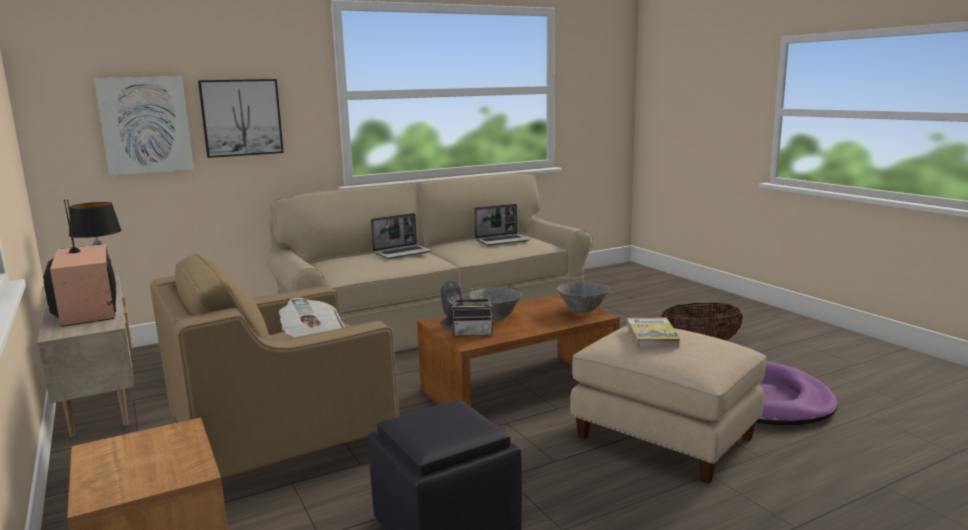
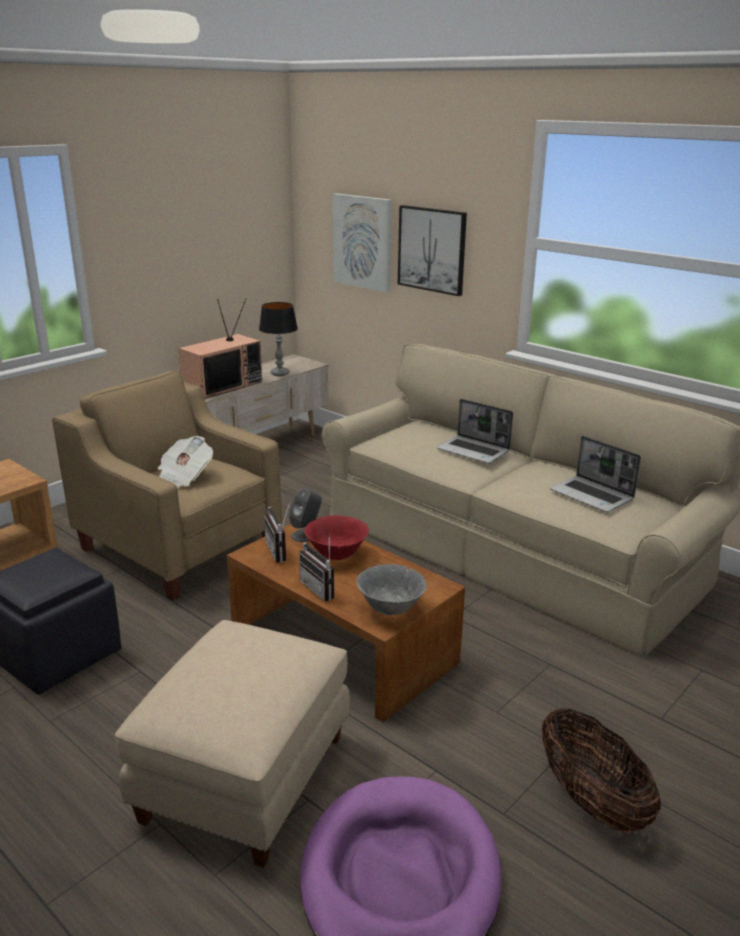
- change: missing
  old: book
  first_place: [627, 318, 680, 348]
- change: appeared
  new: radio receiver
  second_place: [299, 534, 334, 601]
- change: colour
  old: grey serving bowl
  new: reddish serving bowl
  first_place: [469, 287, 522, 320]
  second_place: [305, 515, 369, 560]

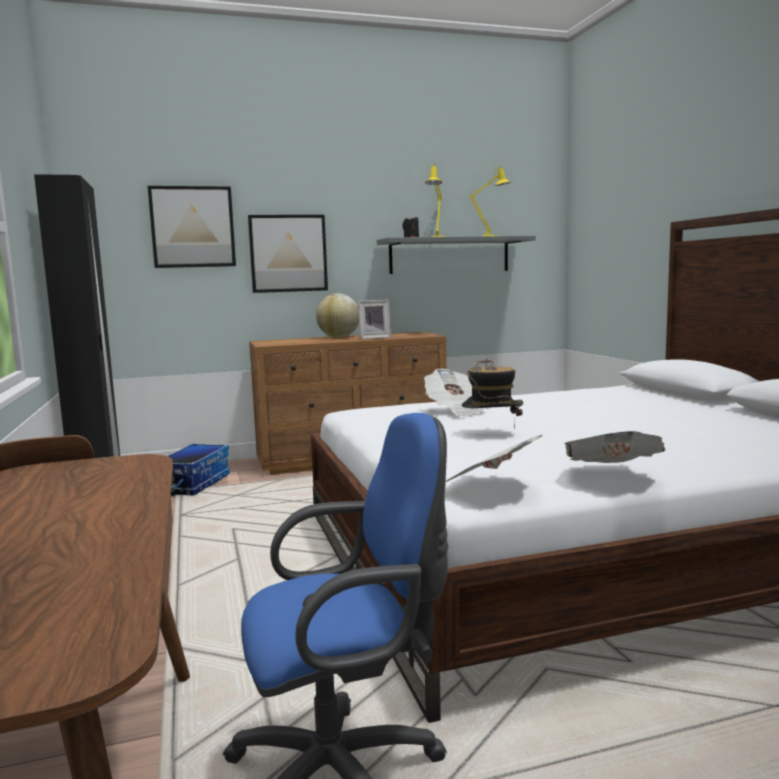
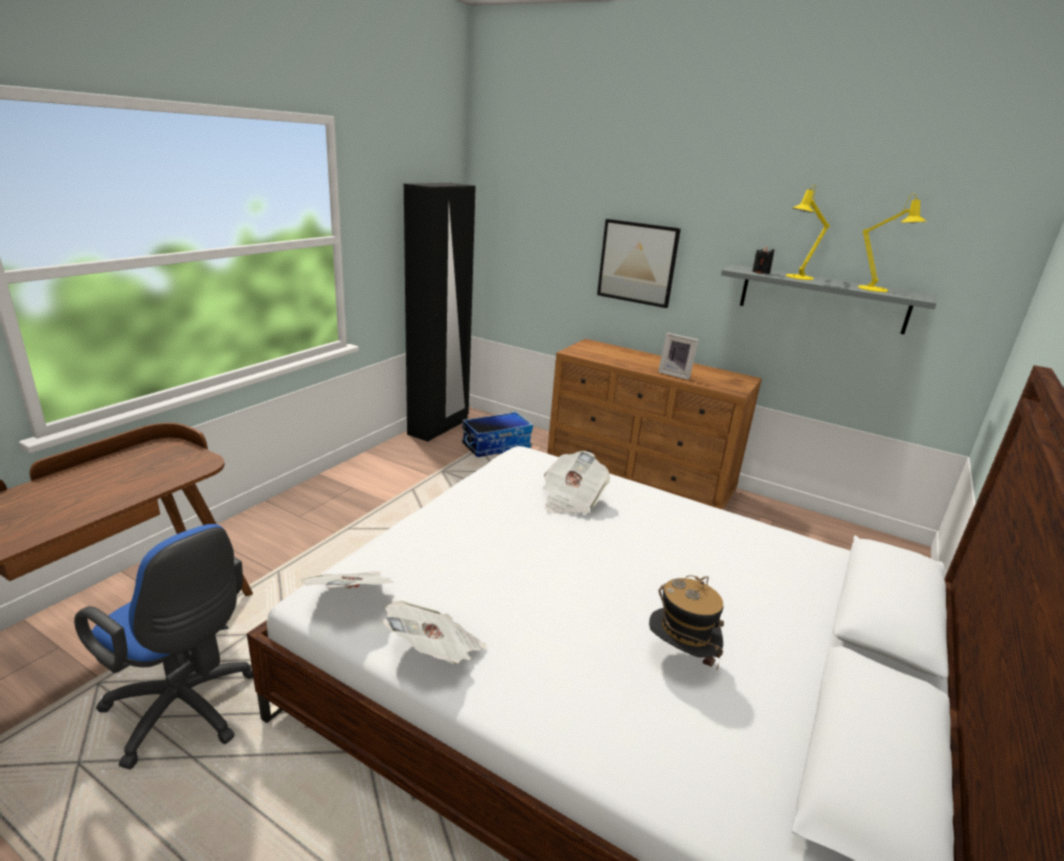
- change: missing
  old: picture
  first_place: [148, 186, 236, 268]
- change: missing
  old: world globe
  first_place: [316, 293, 359, 338]
- change: relocated
  old: clothing hat
  first_place: [462, 359, 523, 429]
  second_place: [649, 575, 724, 669]

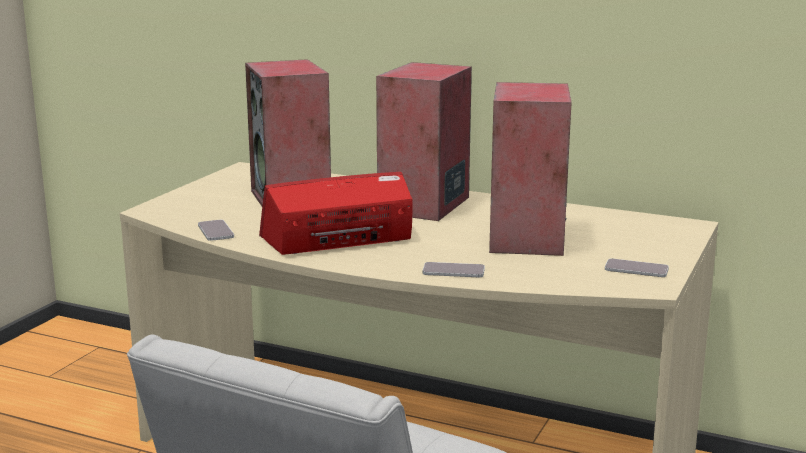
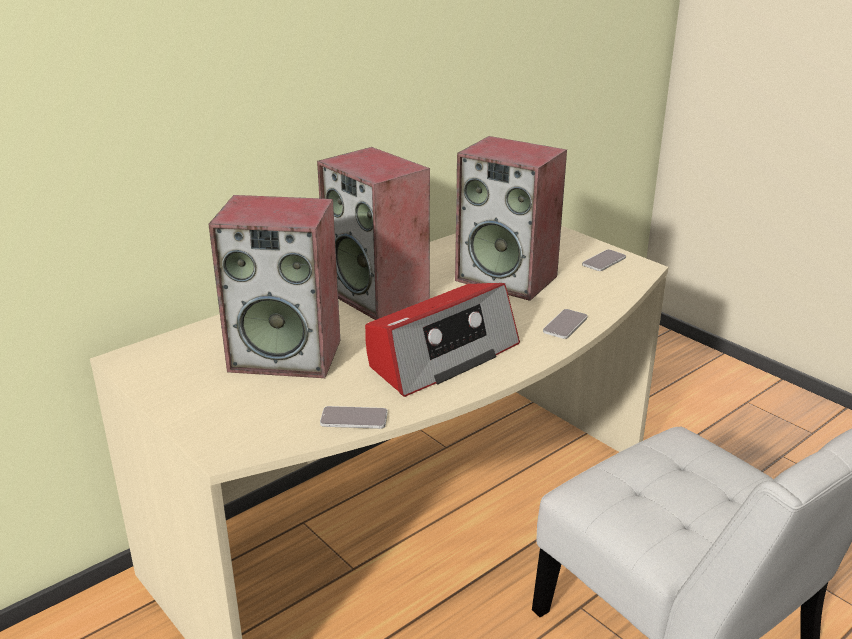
- change: spun
  old: radio receiver
  first_place: [259, 172, 412, 255]
  second_place: [365, 283, 520, 397]
  degrees: -135

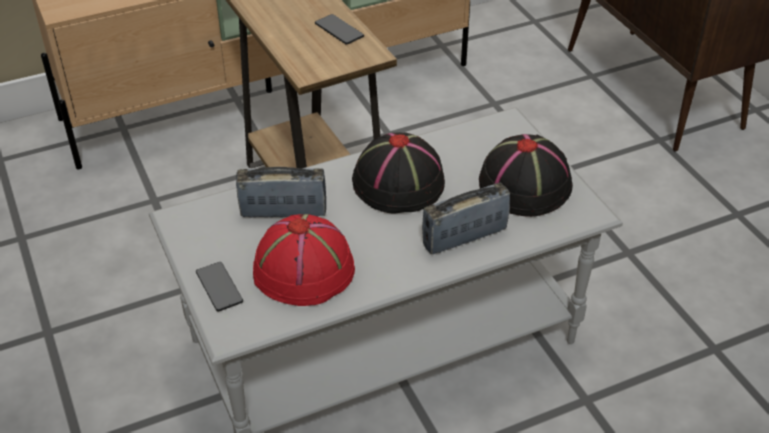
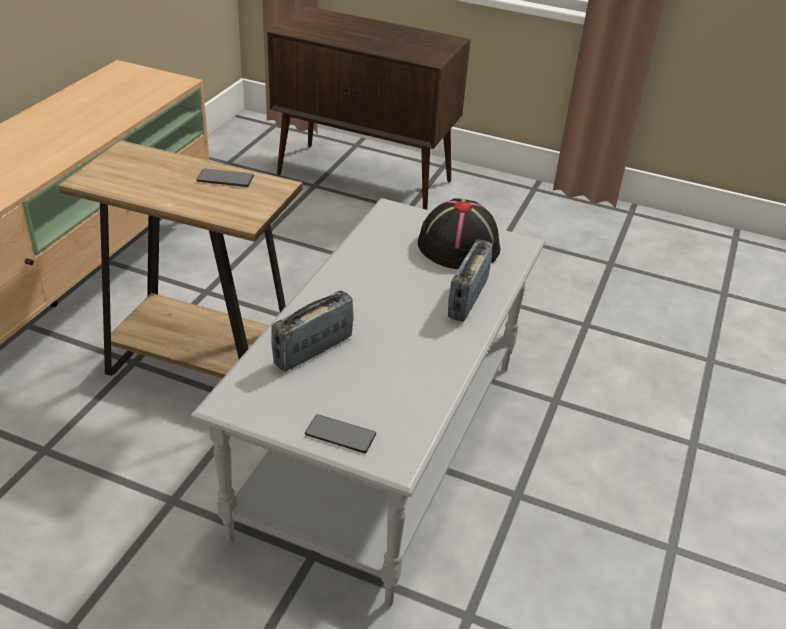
- change: missing
  old: reddish clothing hat
  first_place: [253, 214, 355, 306]
- change: missing
  old: black-coloured clothing hat
  first_place: [352, 132, 445, 213]

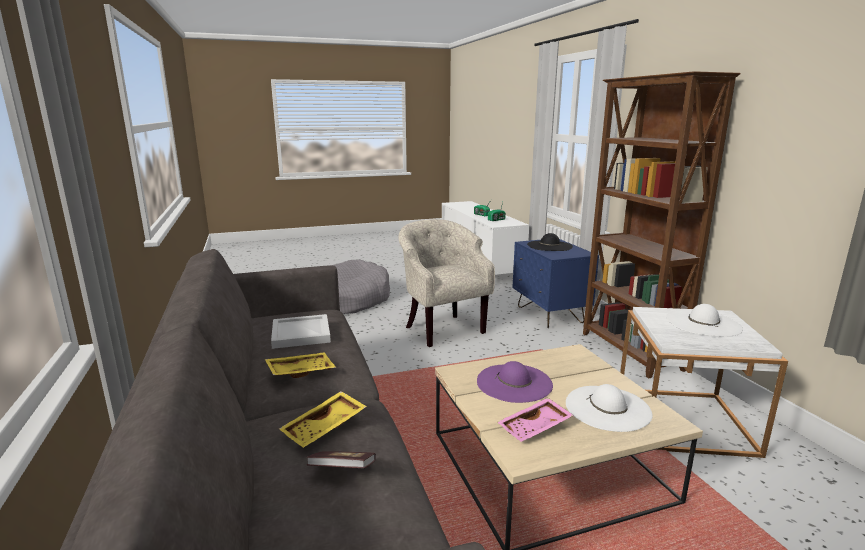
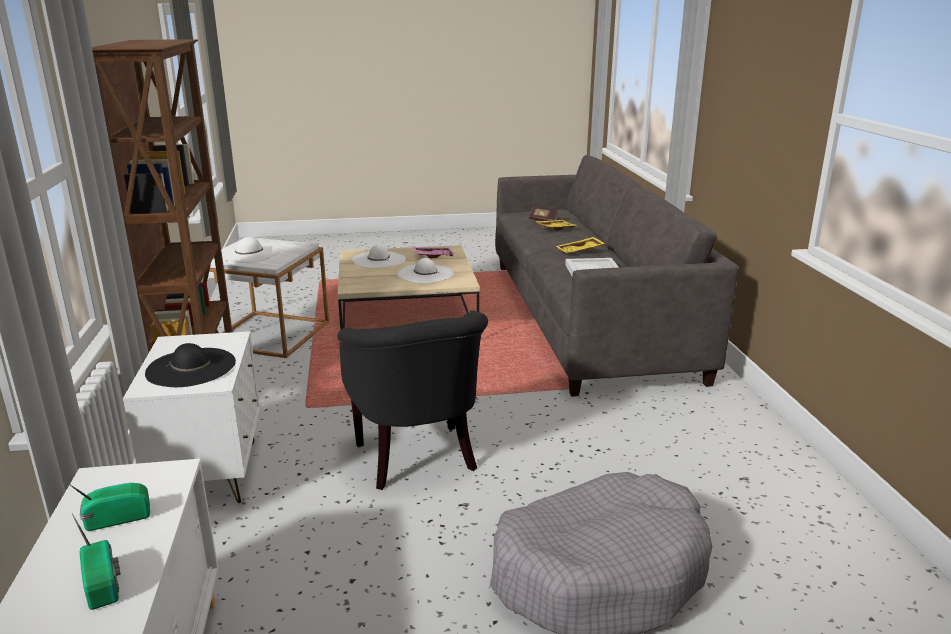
- change: colour
  old: beige-coloured lounge chair
  new: black-coloured lounge chair
  first_place: [398, 219, 495, 347]
  second_place: [337, 311, 488, 490]
- change: colour
  old: purplish clothing hat
  new: white-coloured clothing hat
  first_place: [477, 361, 553, 403]
  second_place: [397, 258, 454, 283]
- change: colour
  old: bluish nightstand
  new: white-coloured nightstand
  first_place: [512, 239, 599, 328]
  second_place: [123, 331, 260, 503]

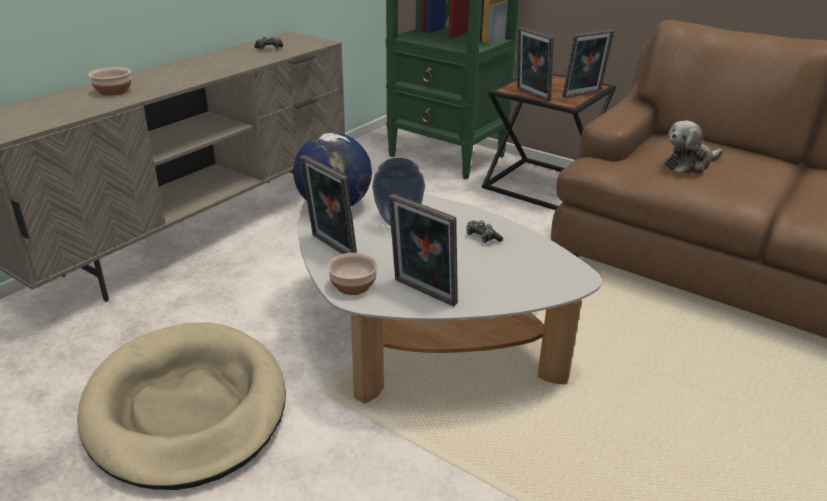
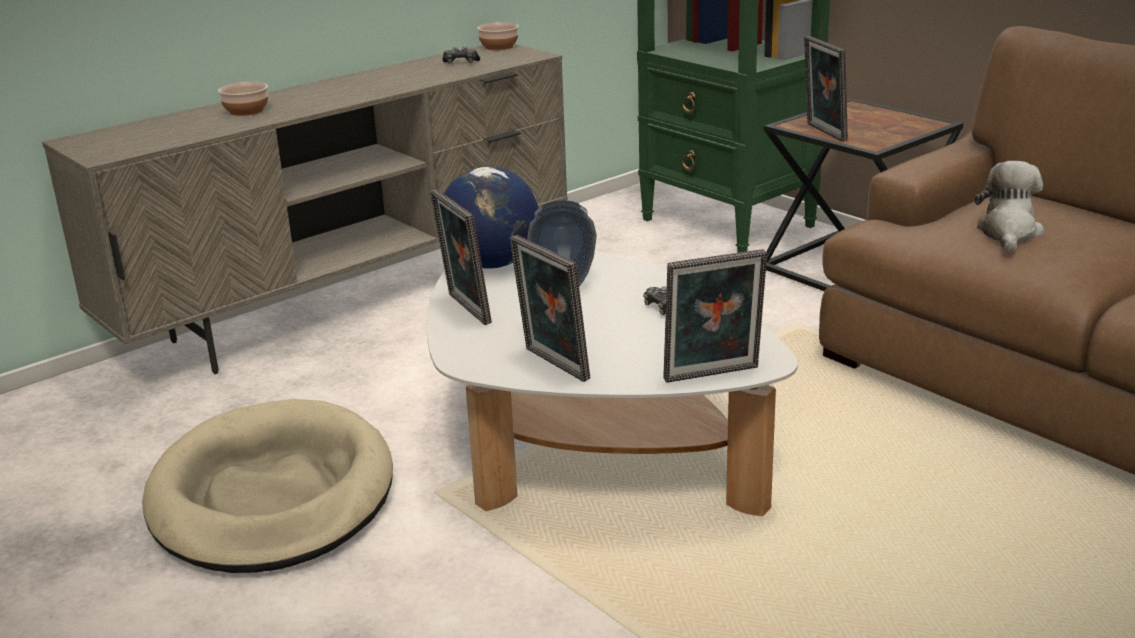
- change: relocated
  old: serving bowl
  first_place: [327, 253, 378, 295]
  second_place: [477, 22, 519, 50]
- change: relocated
  old: picture frame
  first_place: [562, 30, 614, 98]
  second_place: [663, 249, 767, 383]
- change: spun
  old: soft toy
  first_place: [664, 121, 723, 174]
  second_place: [975, 161, 1044, 251]
  degrees: 120

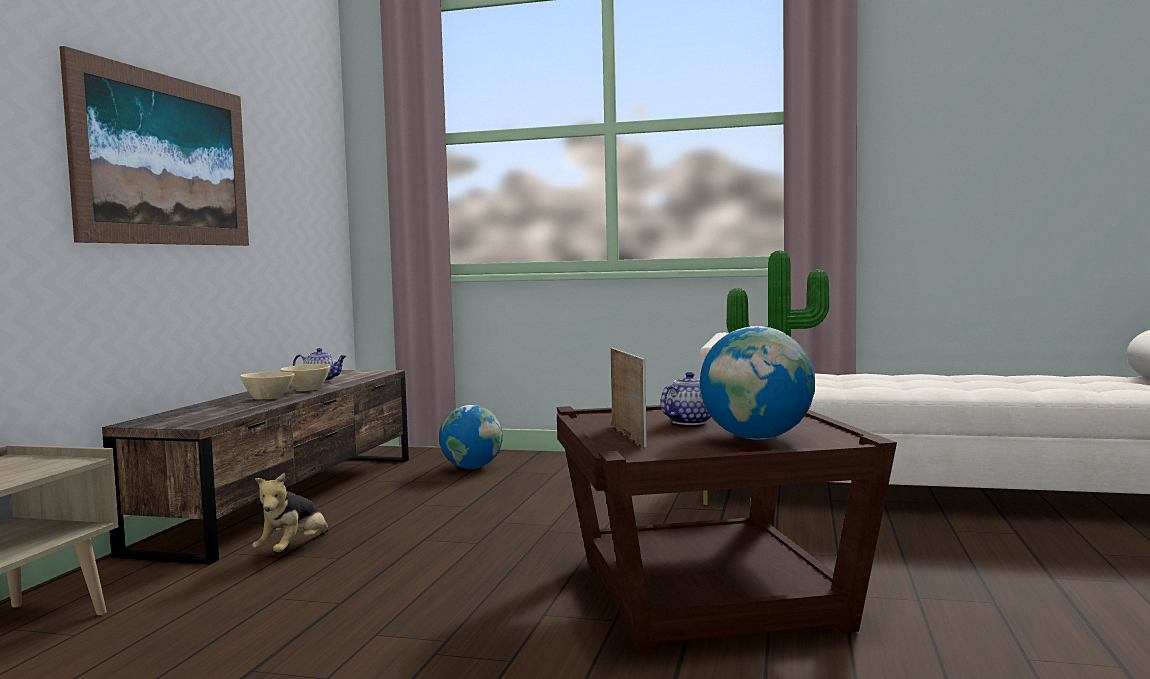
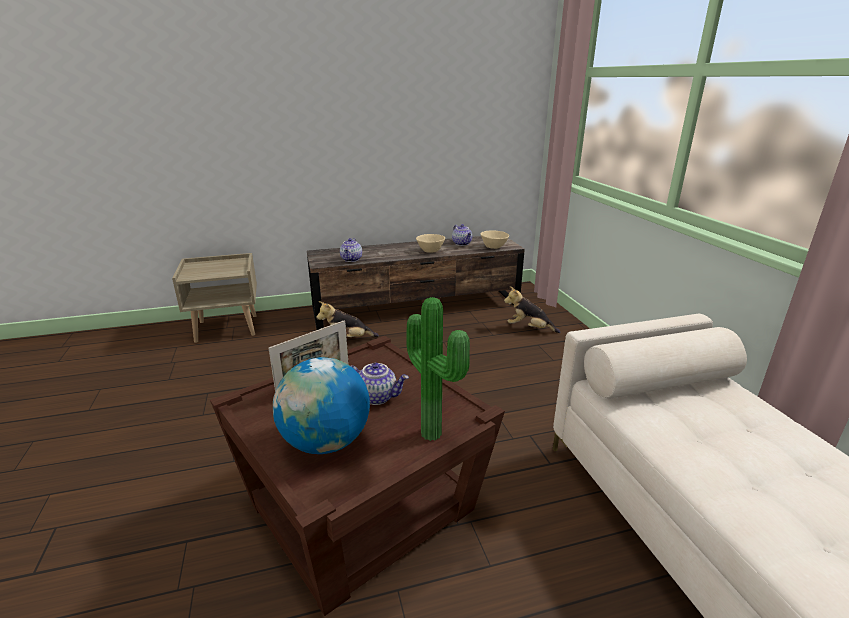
- change: missing
  old: picture
  first_place: [59, 46, 249, 246]
- change: appeared
  new: teapot
  second_place: [340, 238, 362, 262]
- change: relocated
  old: beige-coloured serving bowl
  first_place: [240, 372, 295, 400]
  second_place: [481, 230, 509, 249]
- change: exchanged
  old: world globe
  new: soft toy
  first_place: [439, 405, 503, 469]
  second_place: [504, 286, 561, 333]

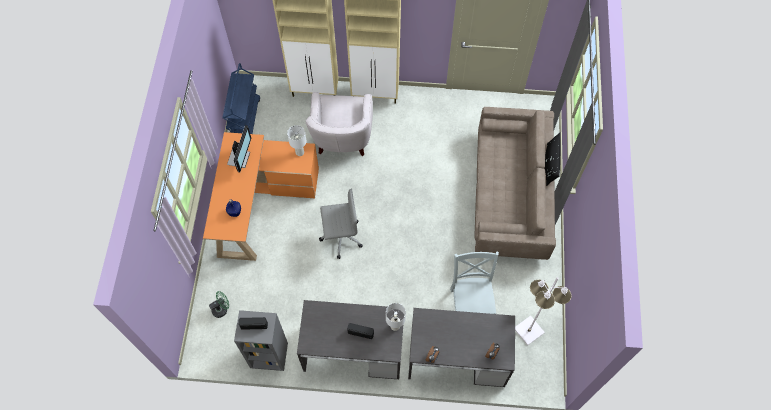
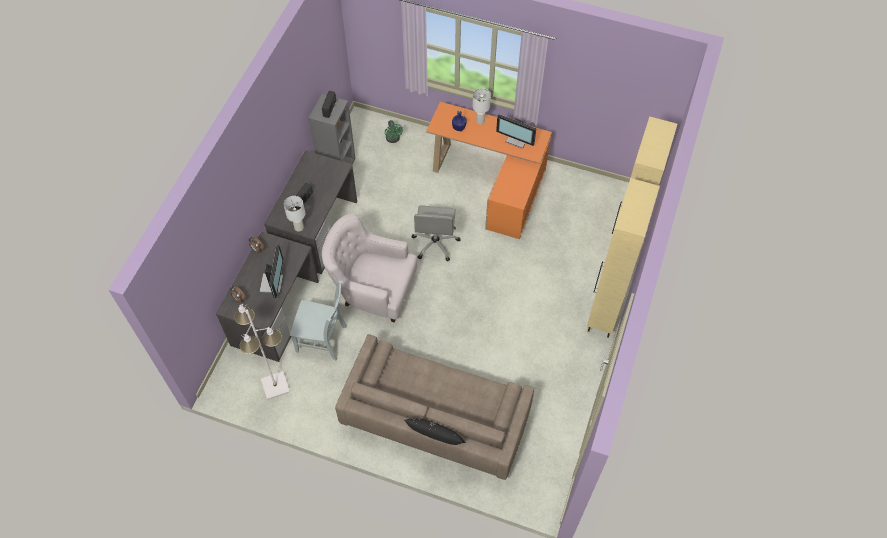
- change: missing
  old: bluish trolley
  first_place: [222, 63, 260, 134]
- change: appeared
  new: computer display
  second_place: [260, 245, 284, 298]
- change: relocated
  old: white-coloured table lamp
  first_place: [287, 125, 307, 156]
  second_place: [472, 88, 491, 124]
- change: relocated
  old: white-coloured lounge chair
  first_place: [305, 92, 373, 156]
  second_place: [322, 213, 418, 323]

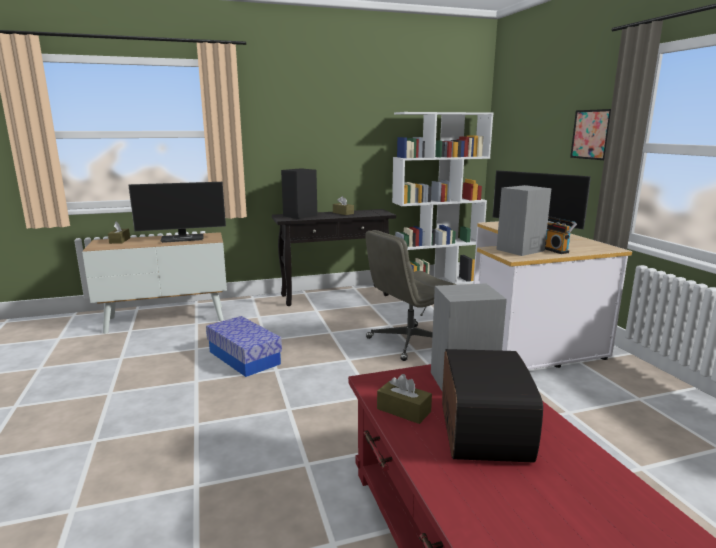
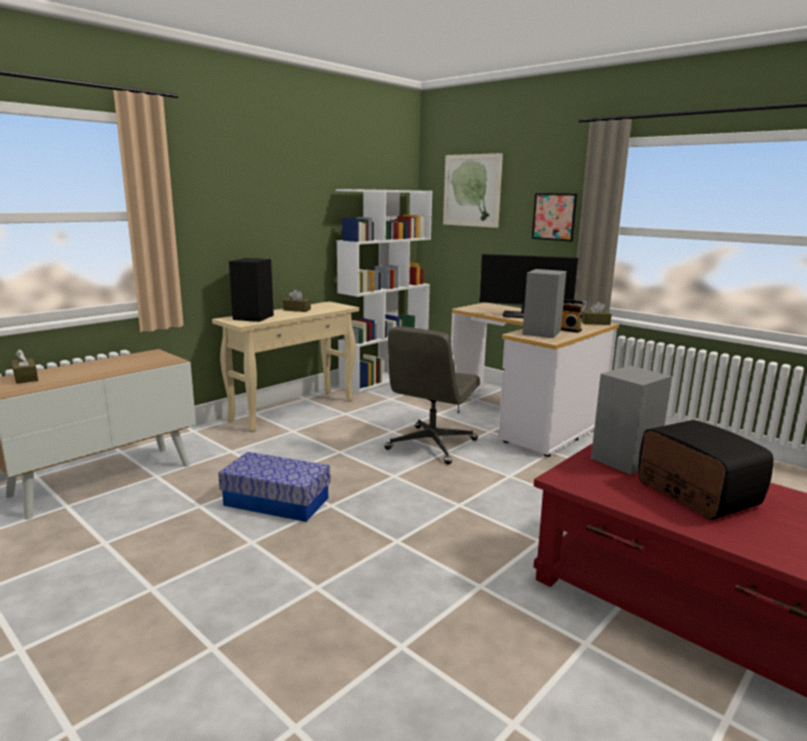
- change: missing
  old: computer display
  first_place: [128, 182, 226, 243]
- change: appeared
  new: picture
  second_place: [443, 153, 503, 228]
- change: relocated
  old: brown box of tissues
  first_place: [377, 374, 432, 424]
  second_place: [581, 302, 612, 325]
- change: colour
  old: black-coloured hall table
  new: beige-coloured hall table
  first_place: [272, 209, 396, 306]
  second_place: [212, 301, 359, 432]

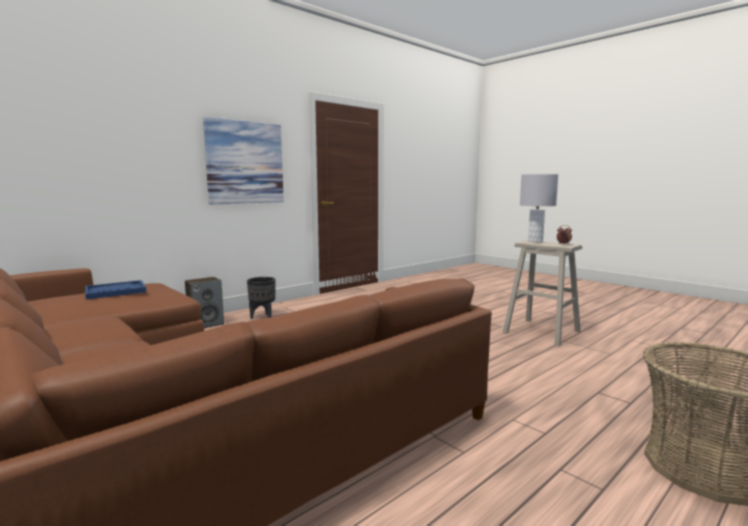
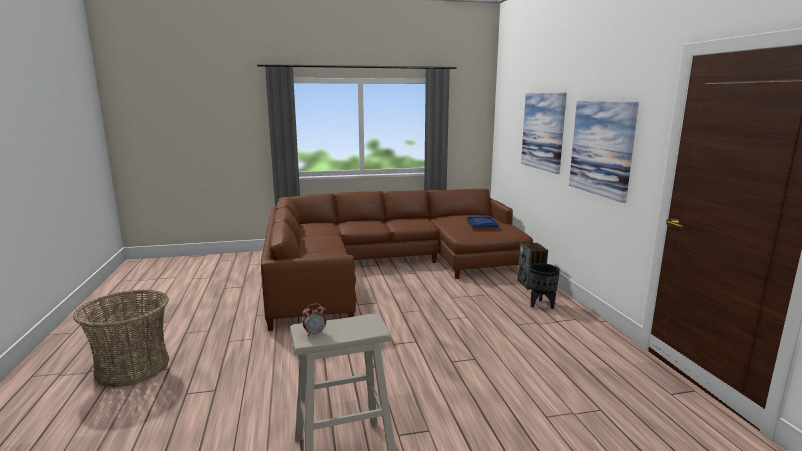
- change: missing
  old: grey table lamp
  first_place: [520, 174, 559, 242]
- change: appeared
  new: picture
  second_place: [521, 93, 567, 174]

